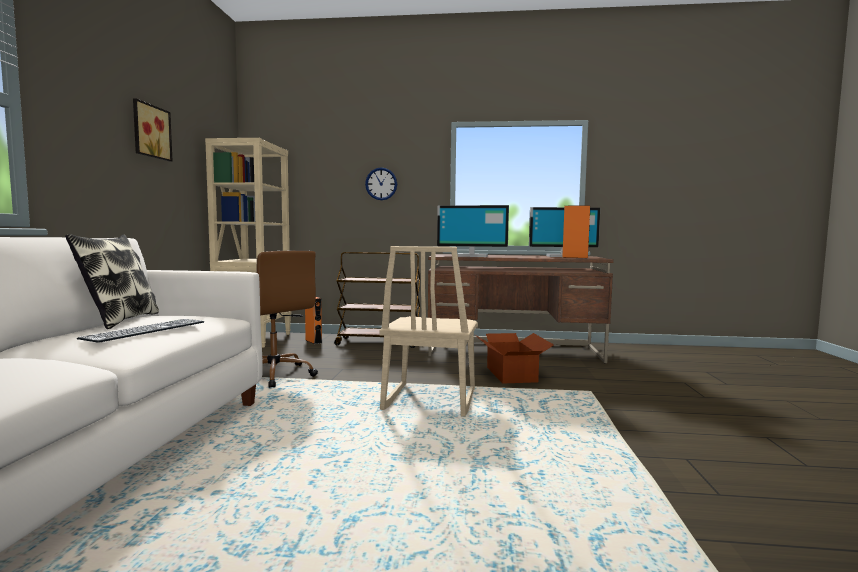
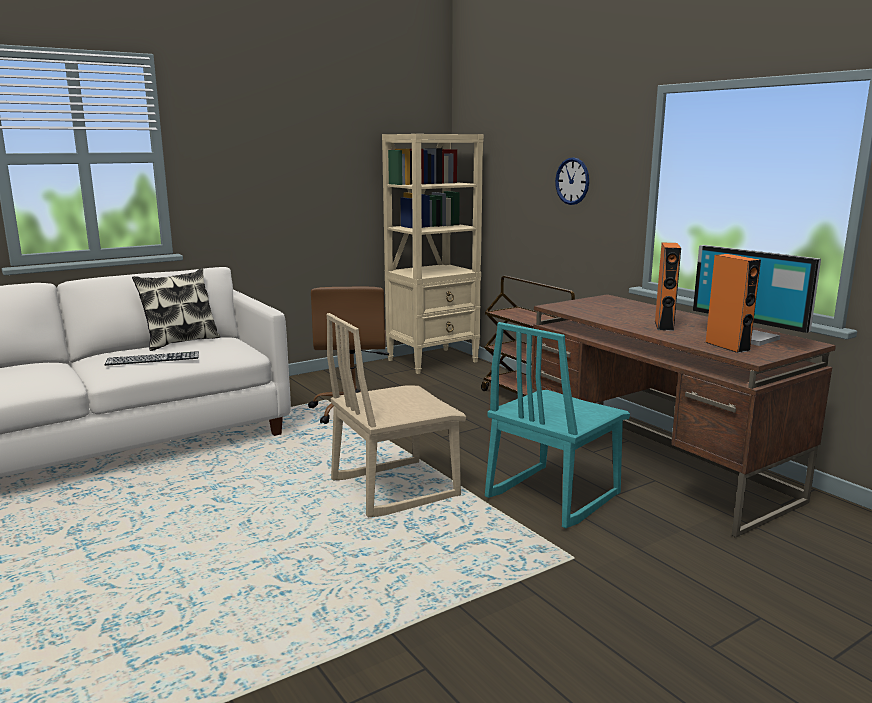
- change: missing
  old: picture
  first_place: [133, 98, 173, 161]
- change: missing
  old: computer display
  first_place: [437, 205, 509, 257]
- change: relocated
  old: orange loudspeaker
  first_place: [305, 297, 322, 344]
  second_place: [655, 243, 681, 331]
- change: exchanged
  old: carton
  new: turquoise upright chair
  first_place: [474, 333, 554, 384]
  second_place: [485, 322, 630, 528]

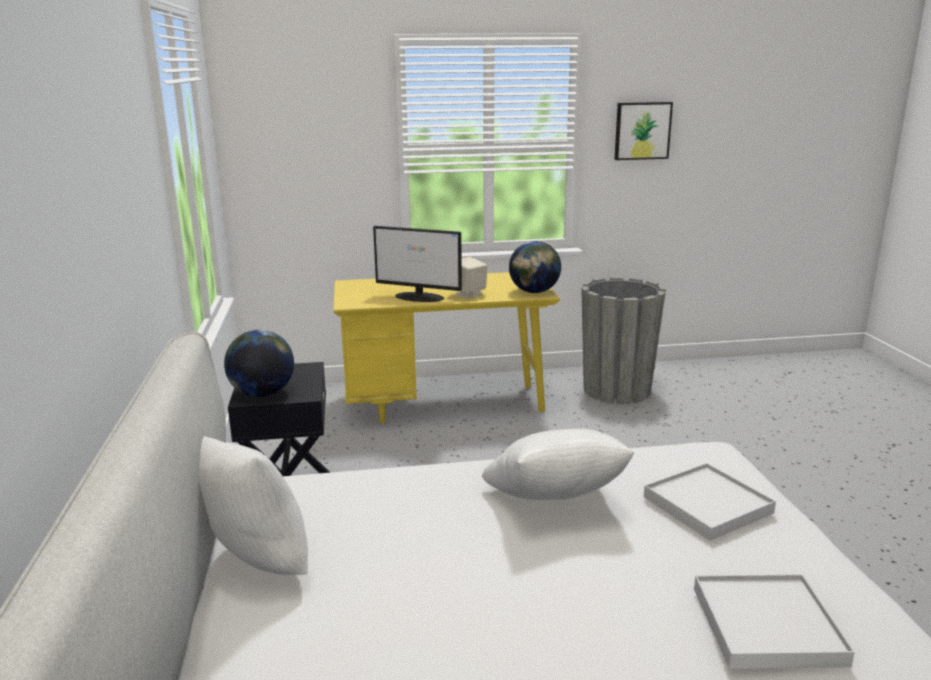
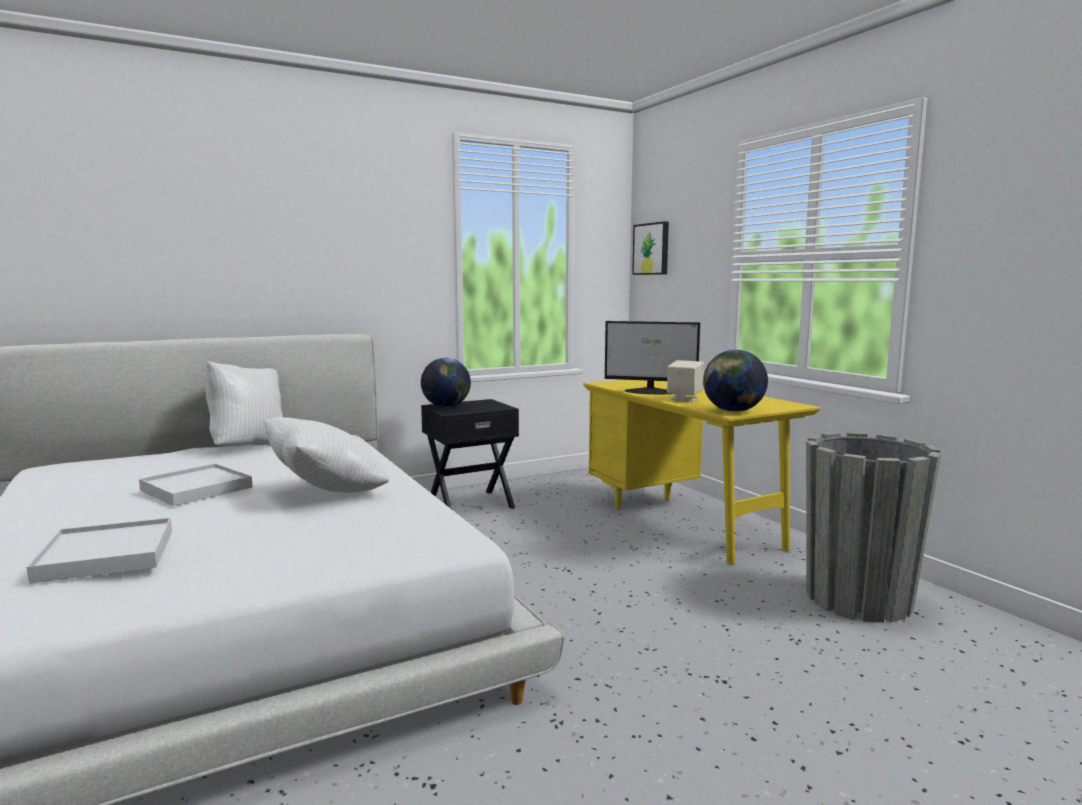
- change: relocated
  old: picture
  first_place: [615, 102, 673, 160]
  second_place: [632, 221, 669, 275]
- change: relocated
  old: white-coloured tray
  first_place: [644, 463, 776, 541]
  second_place: [139, 463, 253, 506]
- change: spun
  old: computer display
  first_place: [373, 226, 462, 302]
  second_place: [605, 321, 700, 394]
  degrees: -75

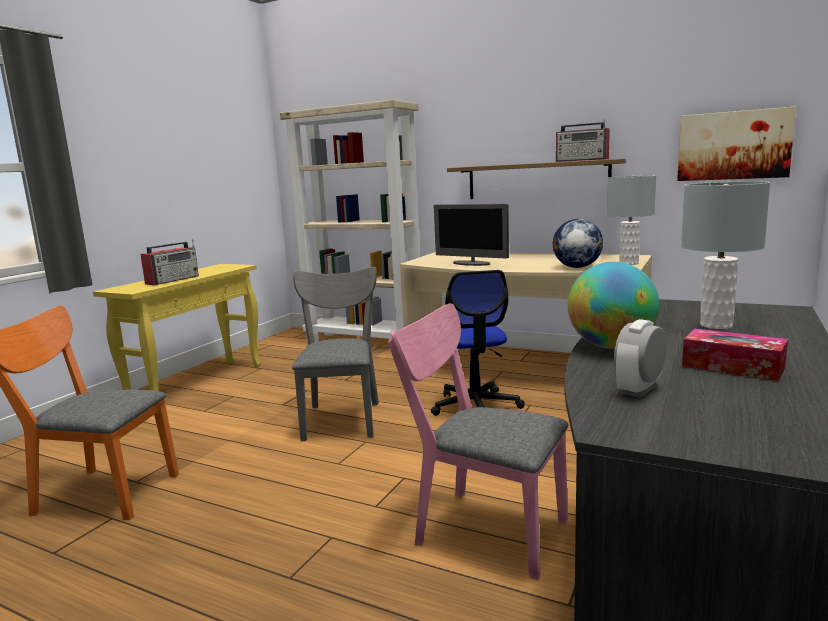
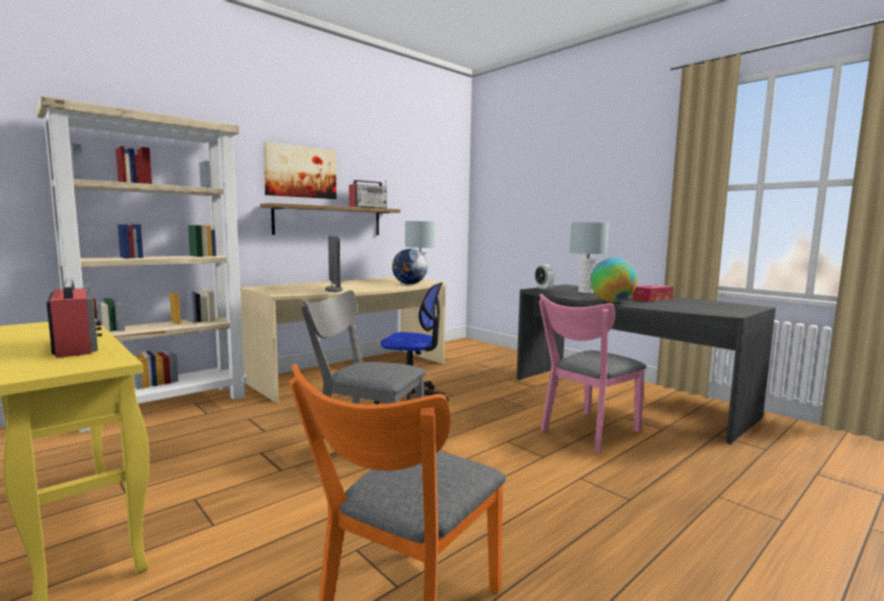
- change: relocated
  old: alarm clock
  first_place: [614, 319, 667, 398]
  second_place: [535, 264, 555, 290]
- change: relocated
  old: picture
  first_place: [677, 107, 796, 181]
  second_place: [263, 142, 336, 199]
- change: spun
  old: computer display
  first_place: [434, 204, 509, 266]
  second_place: [325, 236, 343, 292]
  degrees: -75

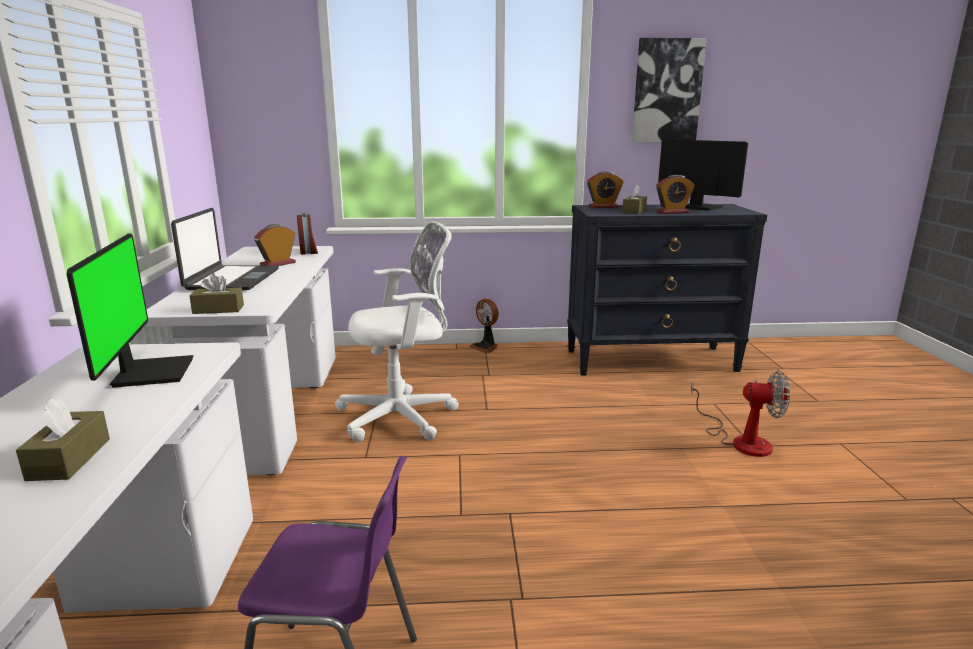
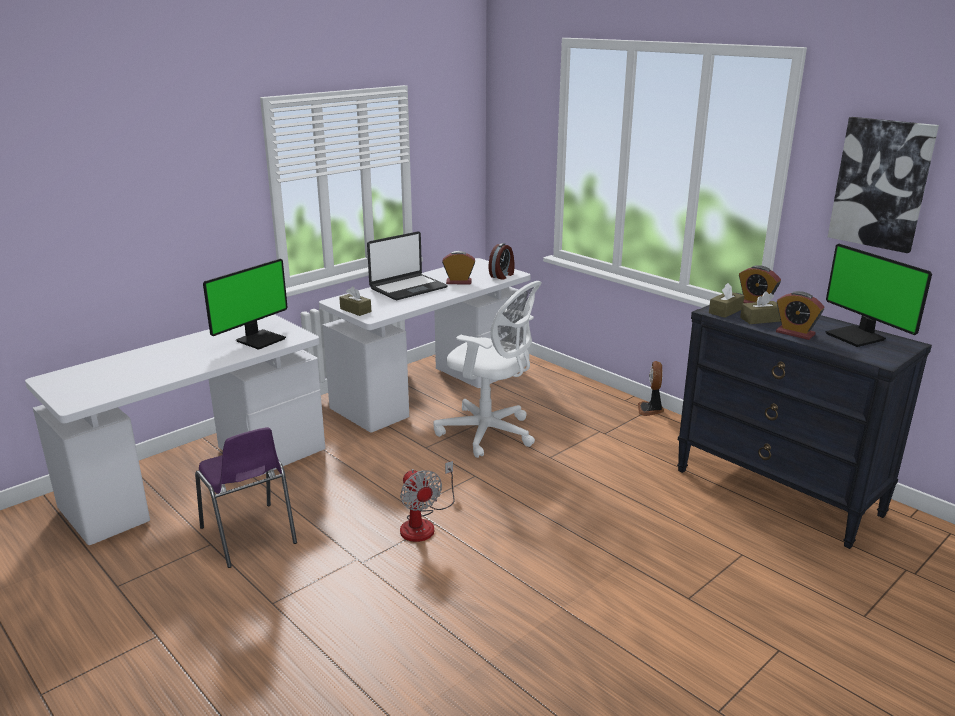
- change: relocated
  old: brown box of tissues
  first_place: [16, 398, 110, 481]
  second_place: [709, 283, 744, 318]
- change: relocated
  old: fan
  first_place: [691, 371, 790, 457]
  second_place: [400, 461, 455, 542]
- change: spun
  old: computer display
  first_place: [658, 139, 748, 211]
  second_place: [826, 244, 932, 347]
  degrees: 150

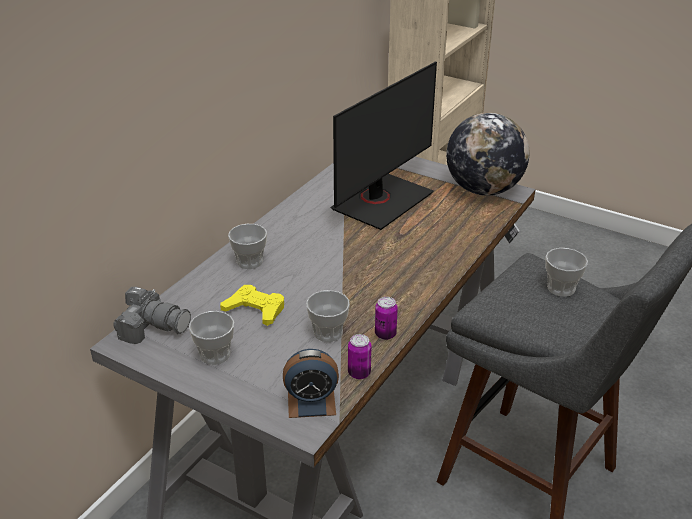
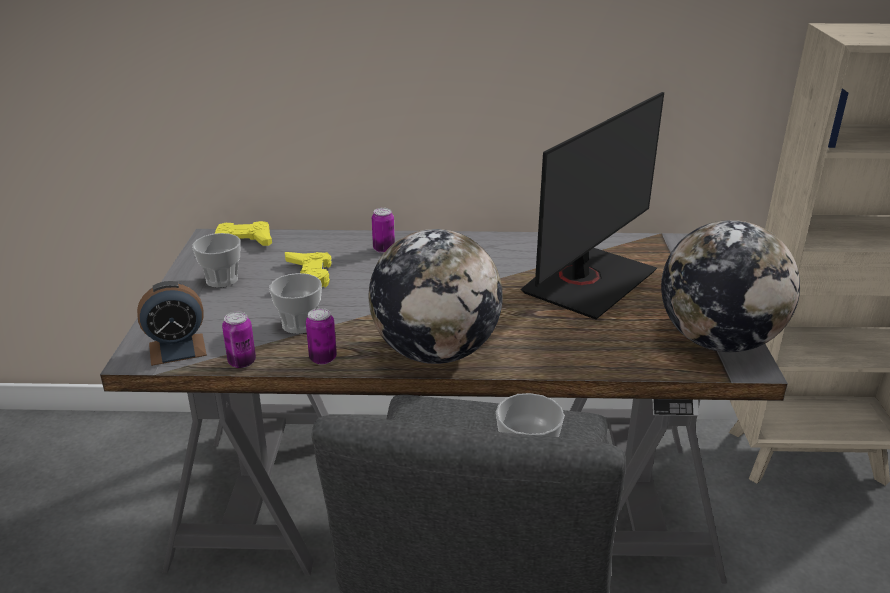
- change: appeared
  new: world globe
  second_place: [369, 229, 503, 364]
- change: exchanged
  old: still camera
  new: yellow gamepad
  first_place: [113, 286, 191, 344]
  second_place: [214, 221, 272, 246]
- change: exchanged
  old: cup
  new: metal can
  first_place: [228, 224, 267, 269]
  second_place: [372, 208, 395, 253]
- change: spun
  old: alarm clock
  first_place: [283, 349, 339, 418]
  second_place: [137, 281, 207, 366]
  degrees: -75
- change: spun
  old: computer display
  first_place: [330, 61, 437, 230]
  second_place: [520, 92, 664, 320]
  degrees: -60

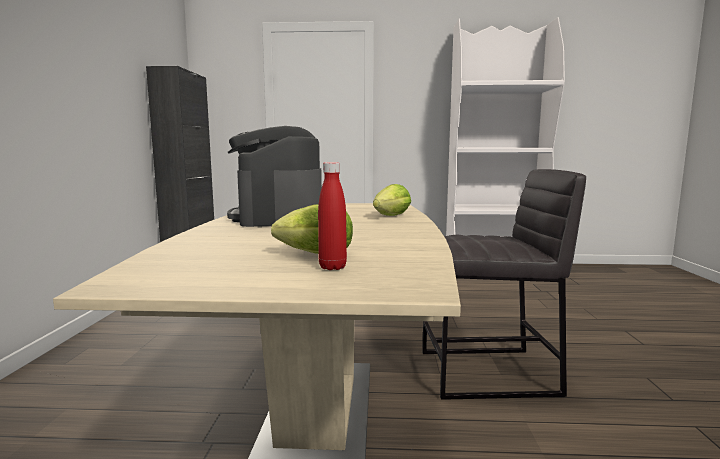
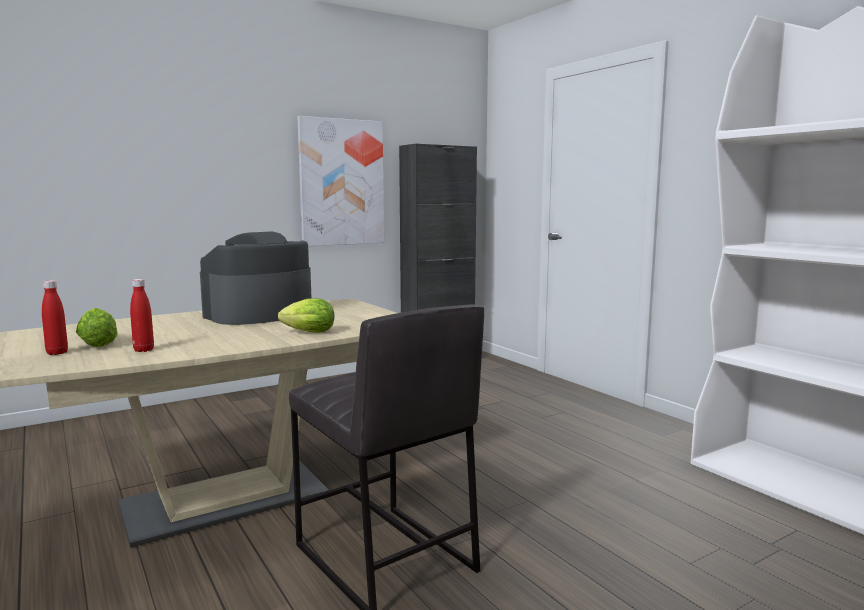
- change: appeared
  new: reddish bottle
  second_place: [130, 279, 154, 352]
- change: appeared
  new: picture
  second_place: [297, 116, 384, 246]

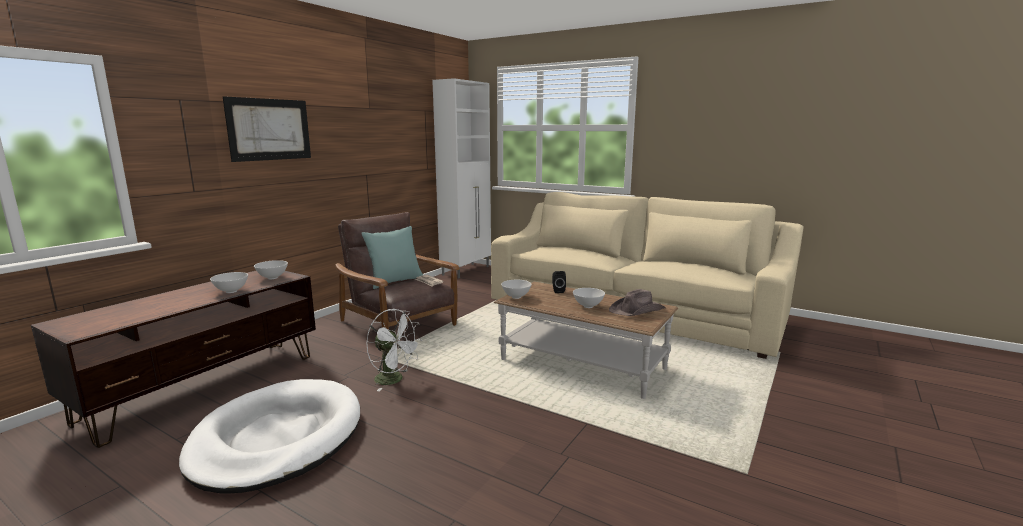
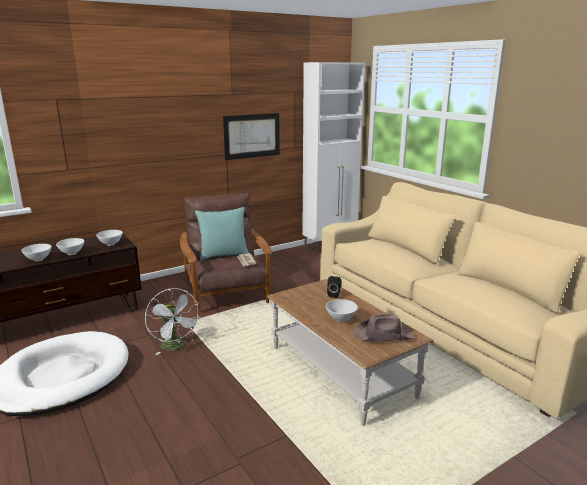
- change: relocated
  old: picture
  first_place: [223, 96, 311, 162]
  second_place: [223, 113, 280, 160]
- change: relocated
  old: white-coloured serving bowl
  first_place: [501, 280, 532, 299]
  second_place: [21, 244, 51, 261]

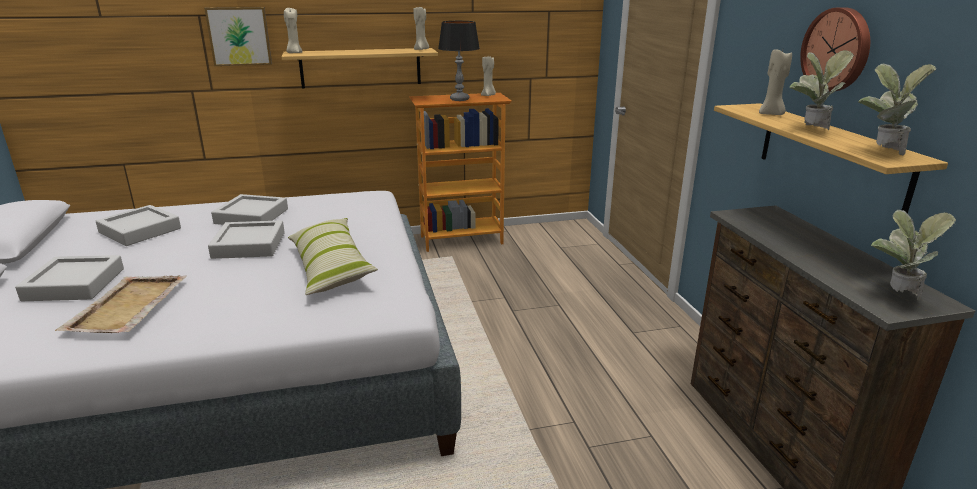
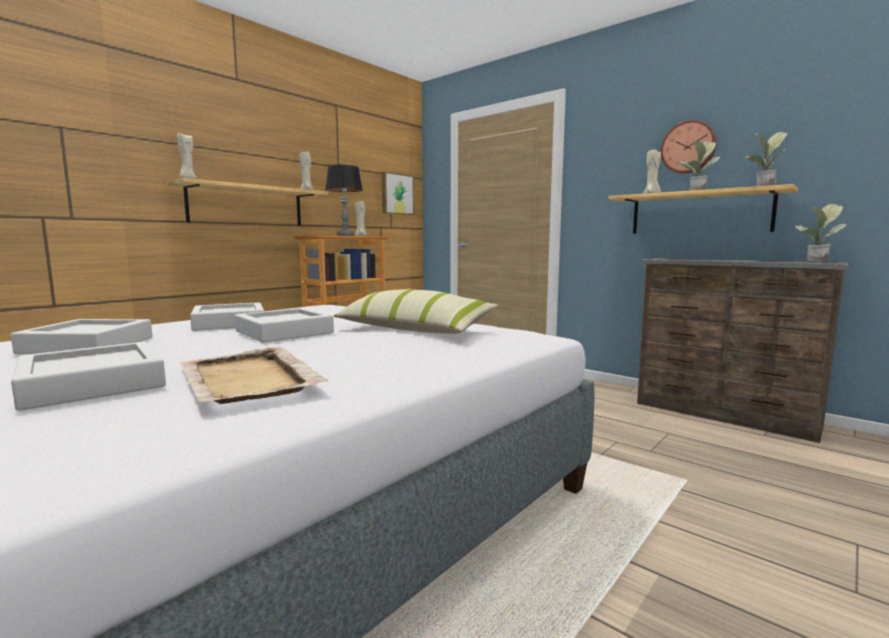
- change: relocated
  old: picture
  first_place: [204, 7, 272, 66]
  second_place: [382, 172, 414, 215]

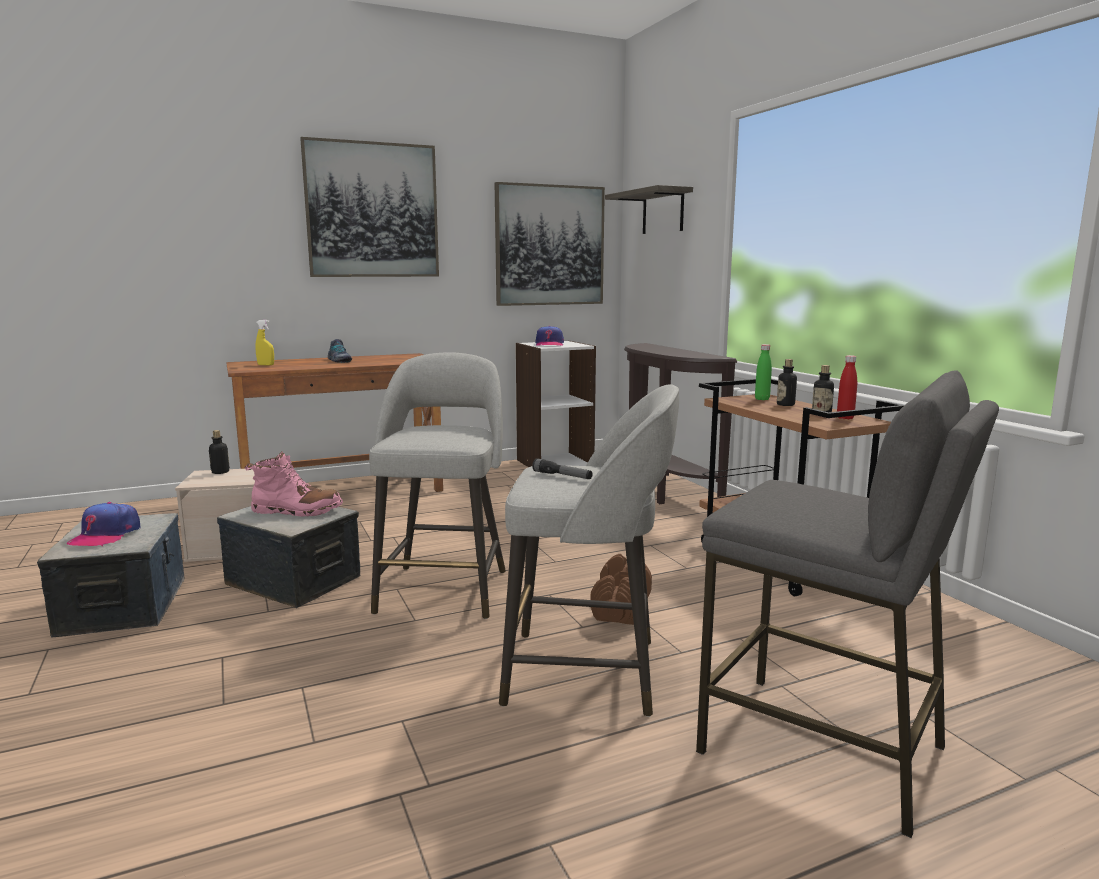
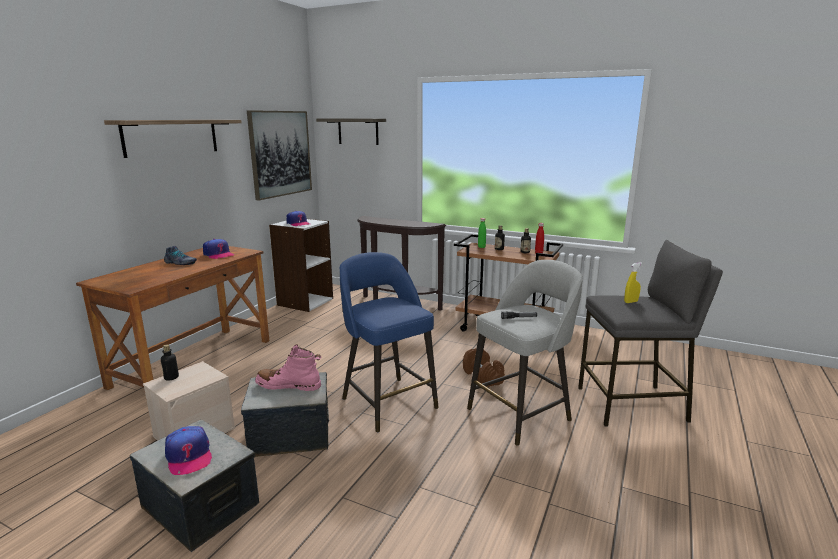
- change: appeared
  new: cap
  second_place: [203, 239, 234, 259]
- change: relocated
  old: yellow sprayer
  first_place: [255, 320, 274, 366]
  second_place: [624, 262, 642, 303]
- change: exchanged
  old: picture
  new: shelf
  first_place: [300, 137, 439, 277]
  second_place: [104, 120, 242, 158]
- change: colour
  old: grey stool seat
  new: bluish stool seat
  first_place: [369, 352, 506, 619]
  second_place: [340, 252, 439, 432]
- change: spun
  old: pink high-top boot
  first_place: [245, 451, 343, 516]
  second_place: [255, 344, 321, 391]
  degrees: -135

